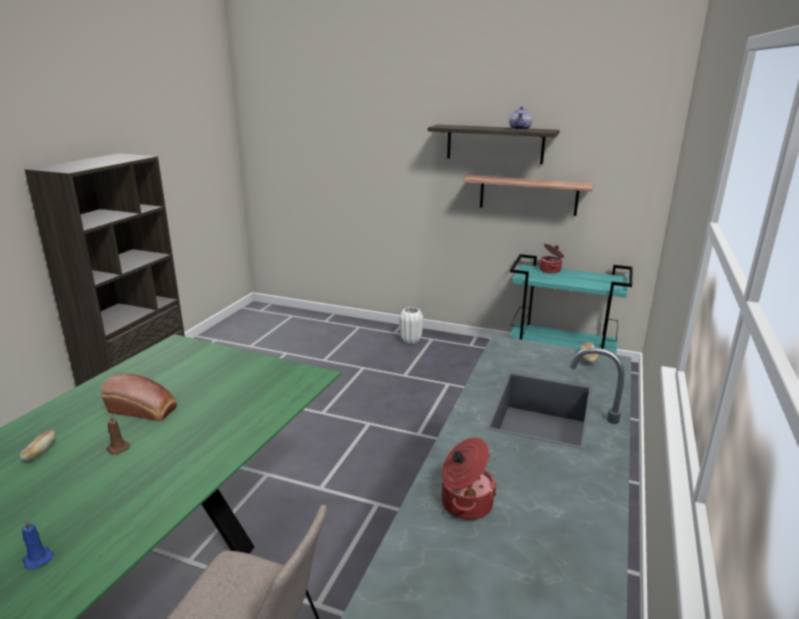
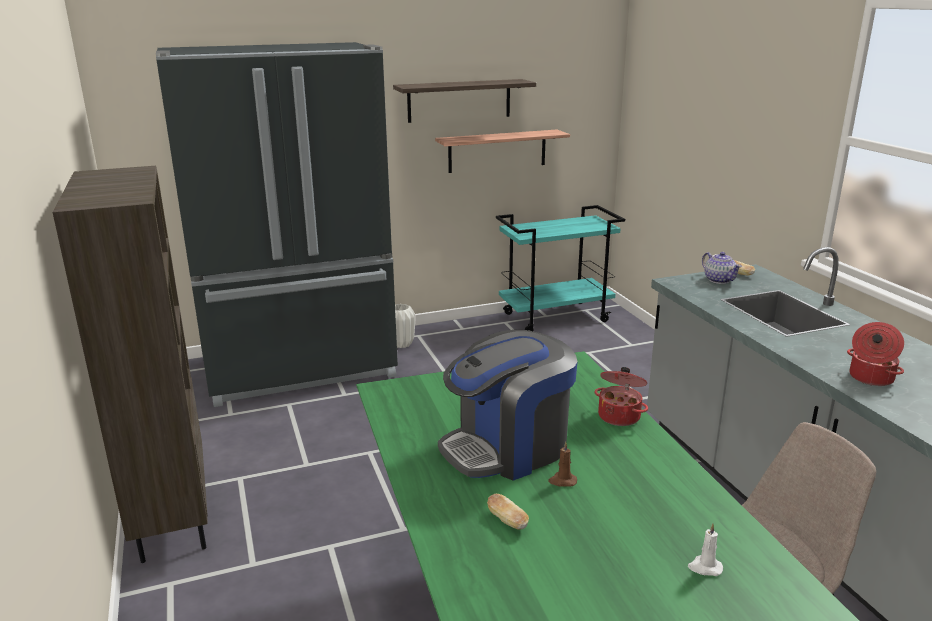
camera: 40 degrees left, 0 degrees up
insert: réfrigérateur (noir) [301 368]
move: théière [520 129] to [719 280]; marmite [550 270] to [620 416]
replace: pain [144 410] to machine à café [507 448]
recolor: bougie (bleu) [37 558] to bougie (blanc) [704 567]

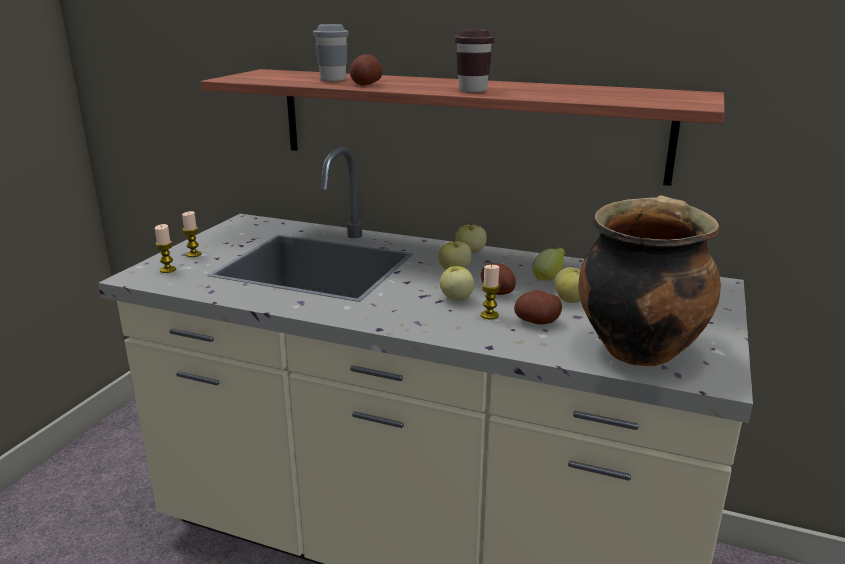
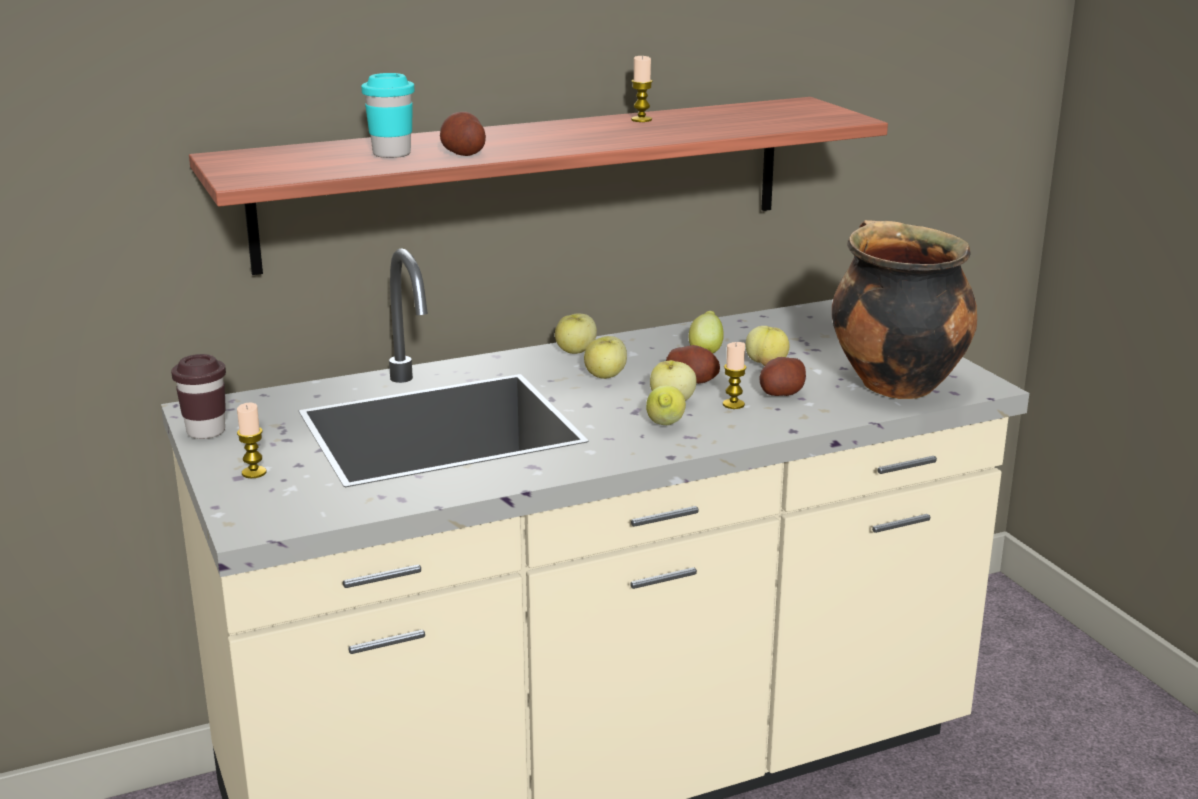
camera: 45 degrees left, 0 degrees up
insert: citron [665 426]
move: tasse (marron) [472 91] to [206 432]; bougie [168 270] to [641 120]
recolor: tasse (gris) [333 80] to tasse (turquoise) [392 154]

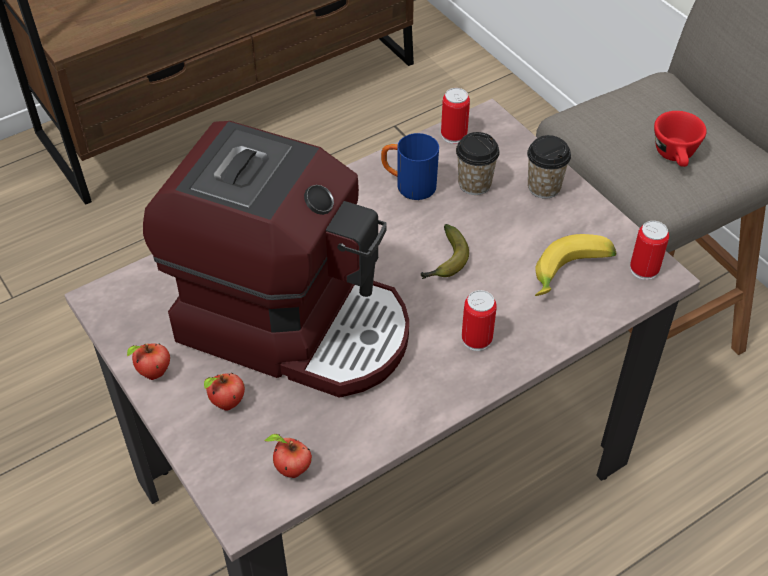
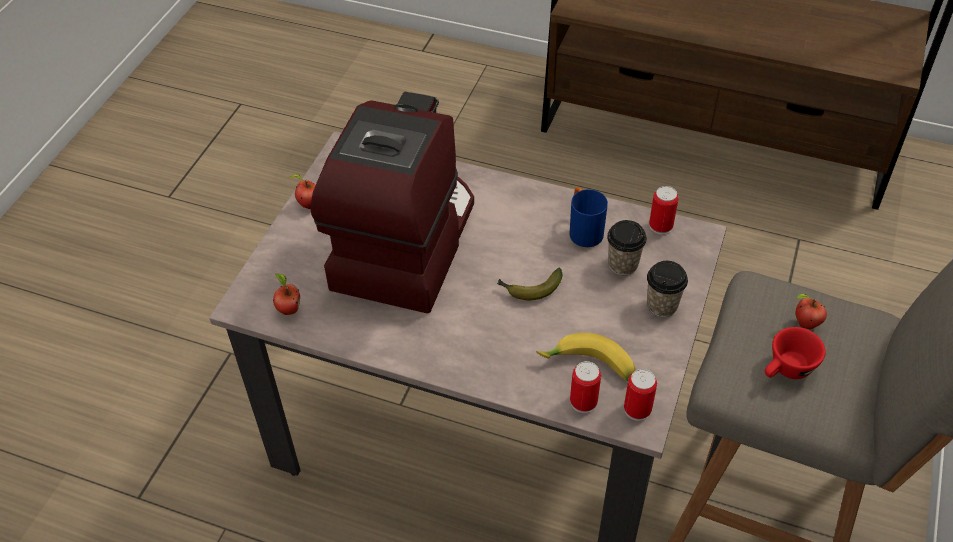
camera: 55 degrees right, 0 degrees up
move: boîte métallique [476 339] to [583 402]; pomme [227 404] to [805 324]
rotate: machine à café [294 323] = [403 244] 150 degrees counterclockwise

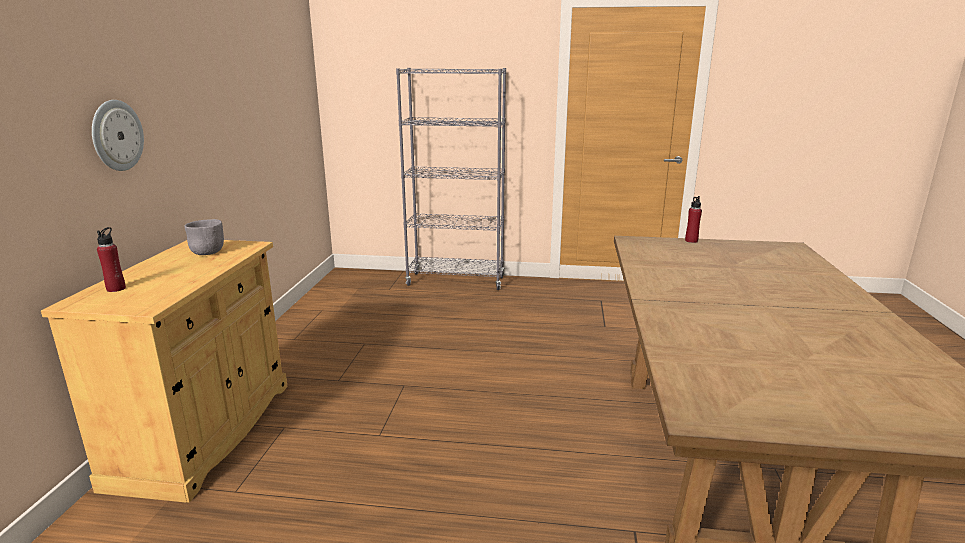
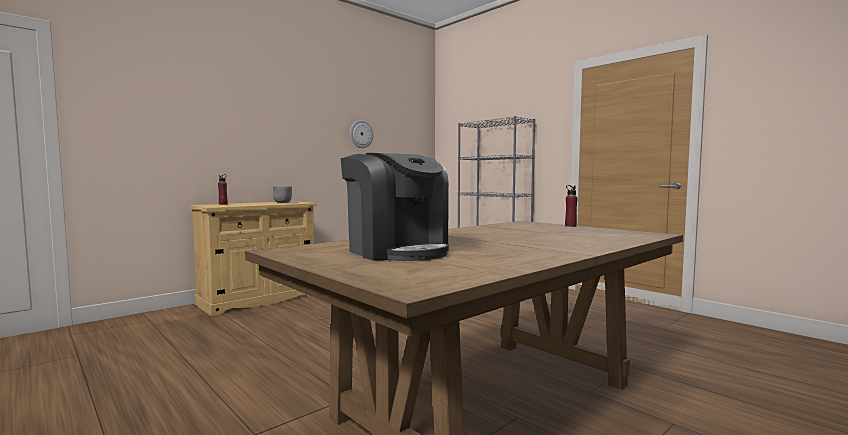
camera: 40 degrees right, 15 degrees down
insert: machine à café [397 251]
move: horloge murale [116 135] to [361 134]

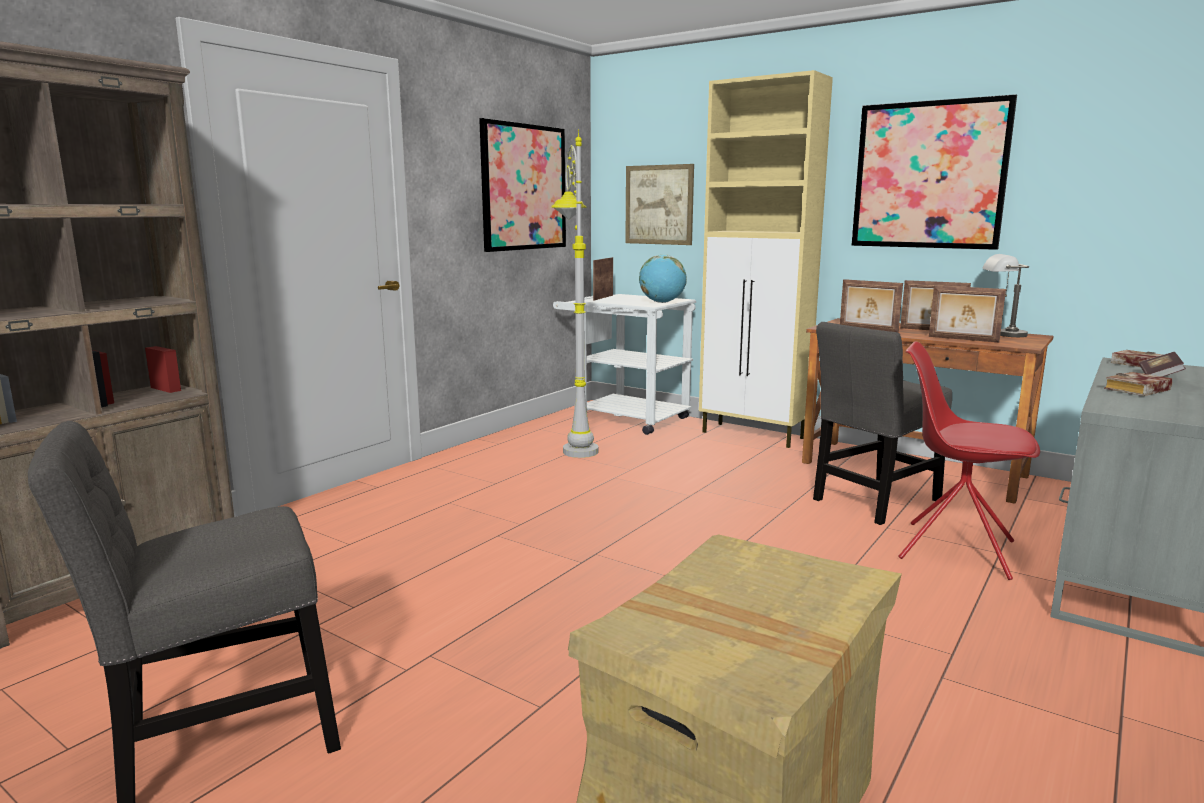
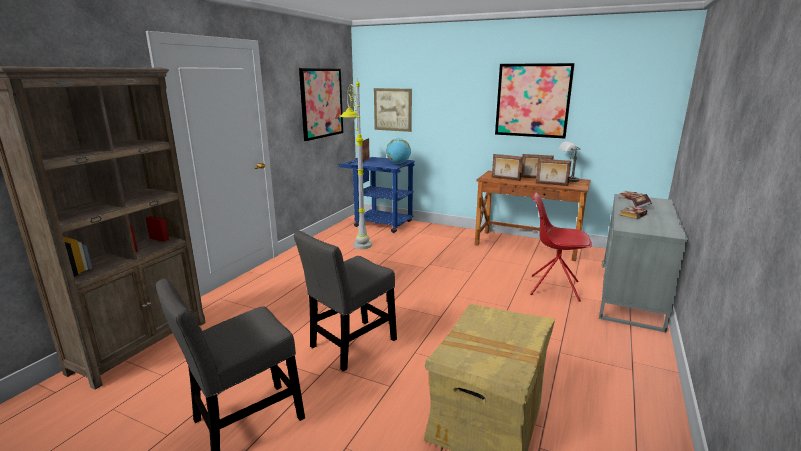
camera: 10 degrees left, 5 degrees up
delete: meuble de rangement (beige) [753 435]
move: chaise (gris) [873 502] to [350 345]
recolor: chariot (blanc) [624 418] to chariot (bleu) [378 223]

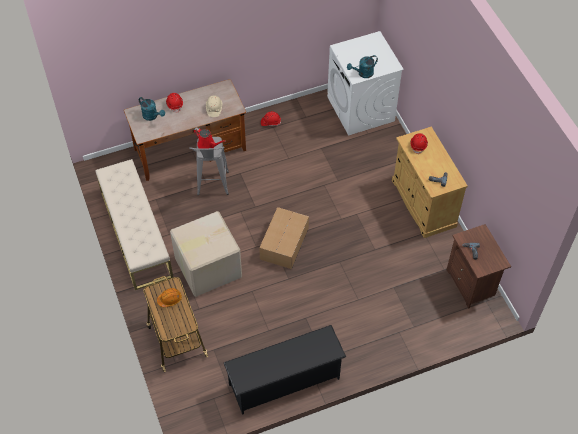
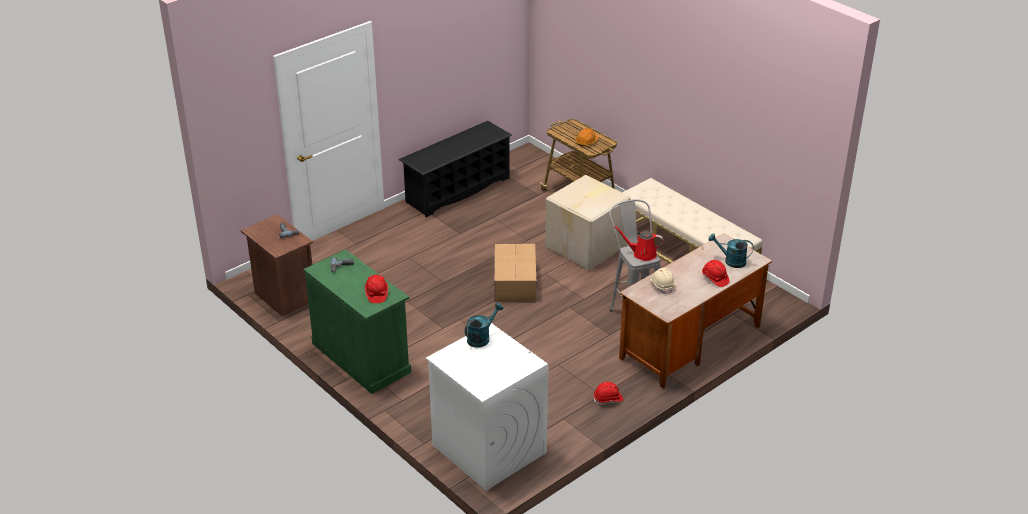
camera: 160 degrees right, 20 degrees down
recolor: meuble de rangement (beige) [423 203] to meuble de rangement (vert) [361 357]

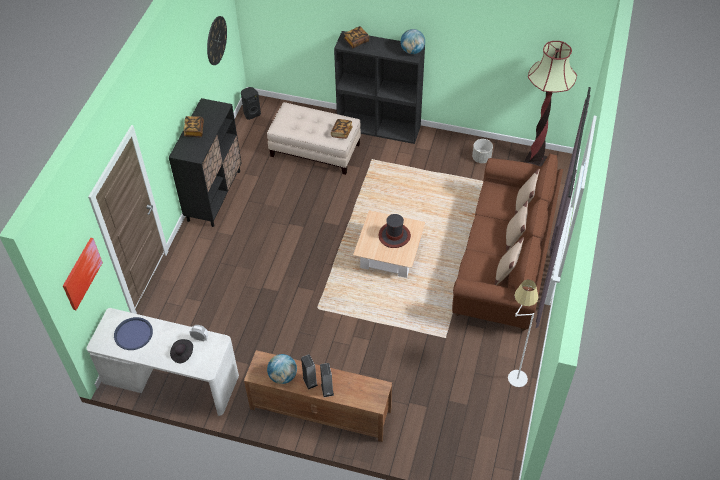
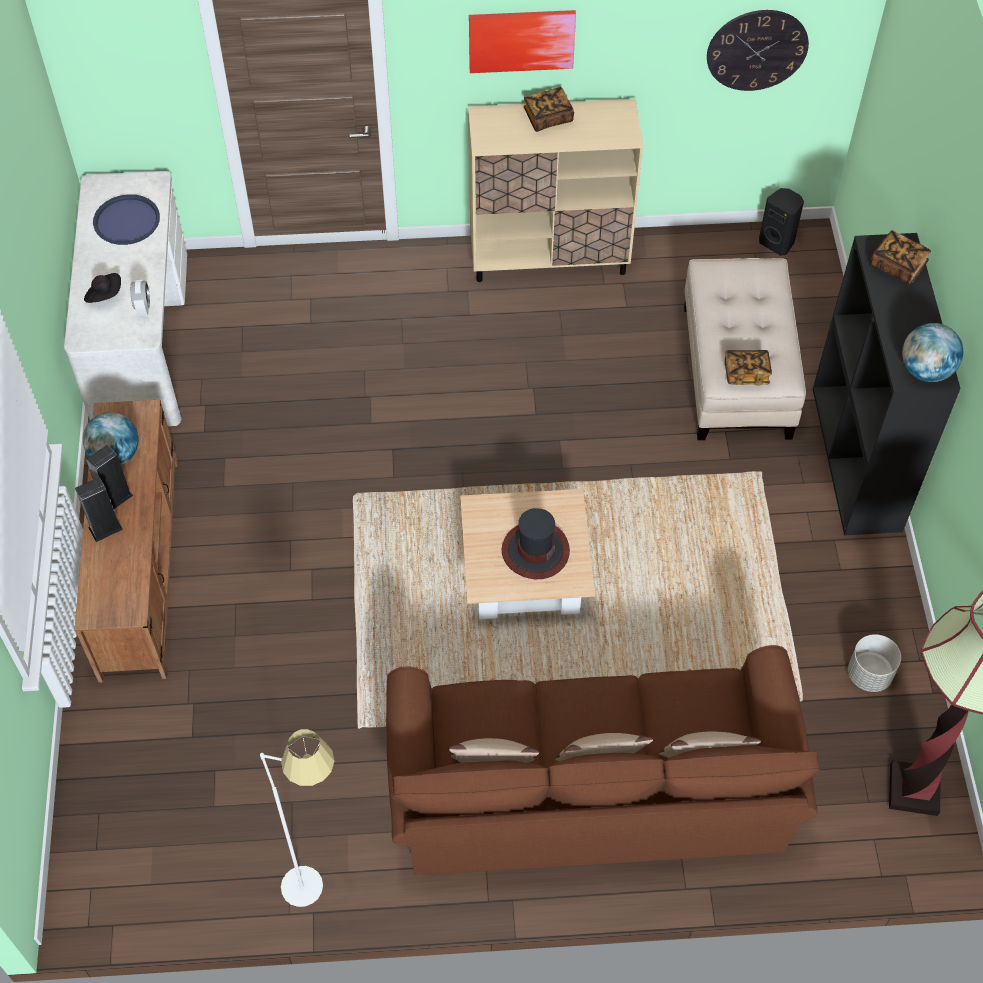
camera: 70 degrees right, 5 degrees up
move: tableau [81 273] to [521 40]
recolor: meuble de rangement (noir) [214 195] to meuble de rangement (beige) [549 257]

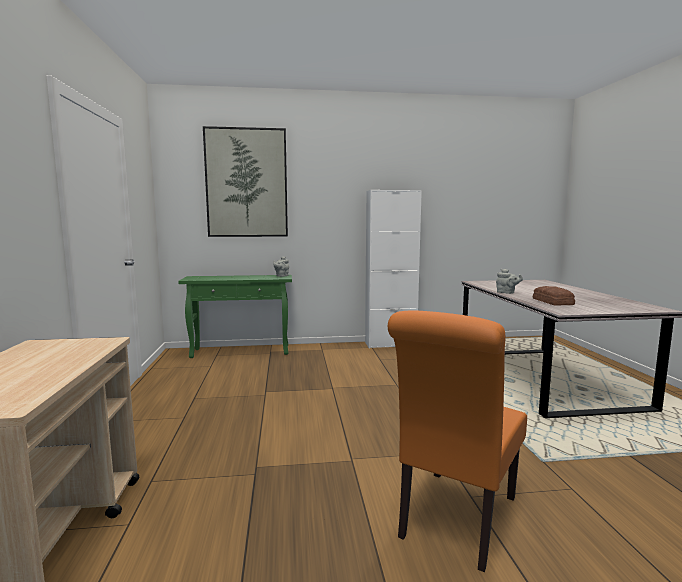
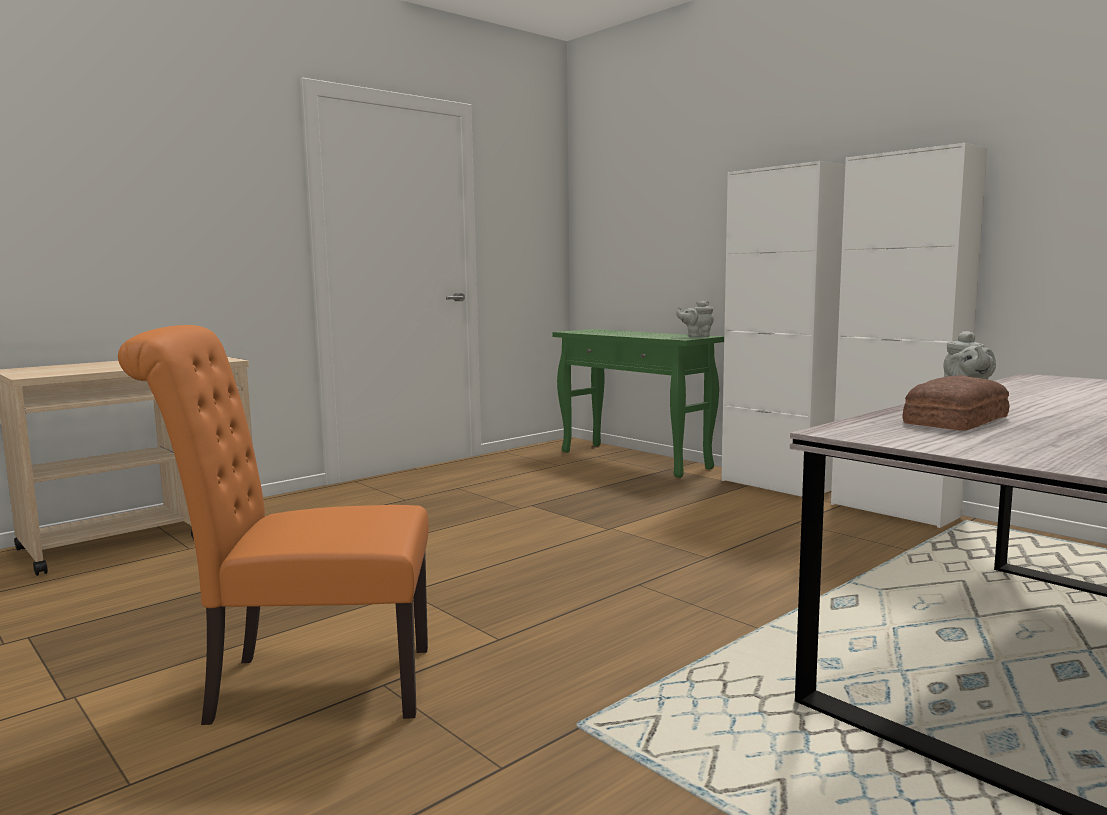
camera: 55 degrees right, 0 degrees up
delete: tableau [246 183]
insert: meuble de rangement (blanc) [774 485]

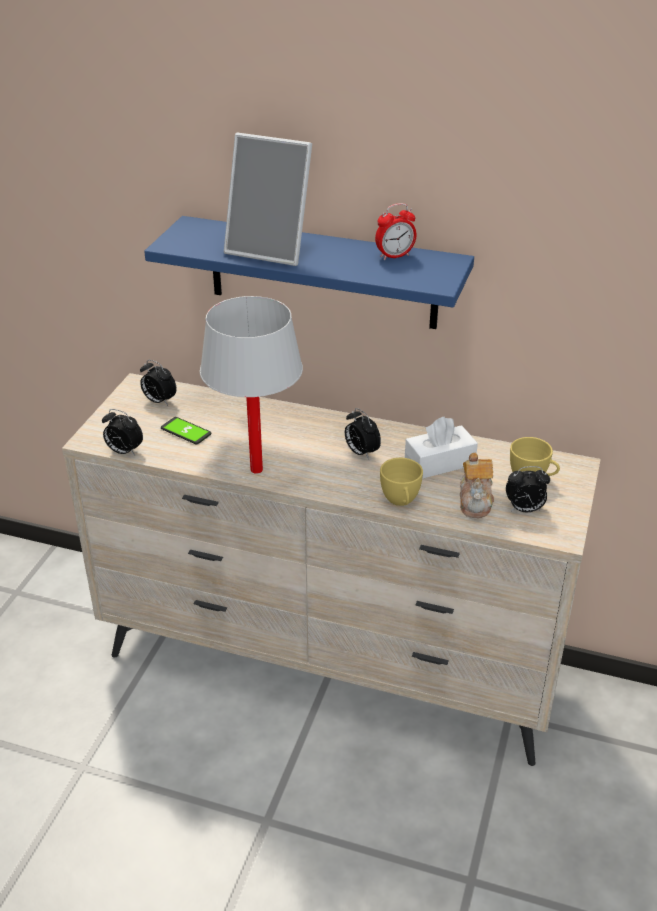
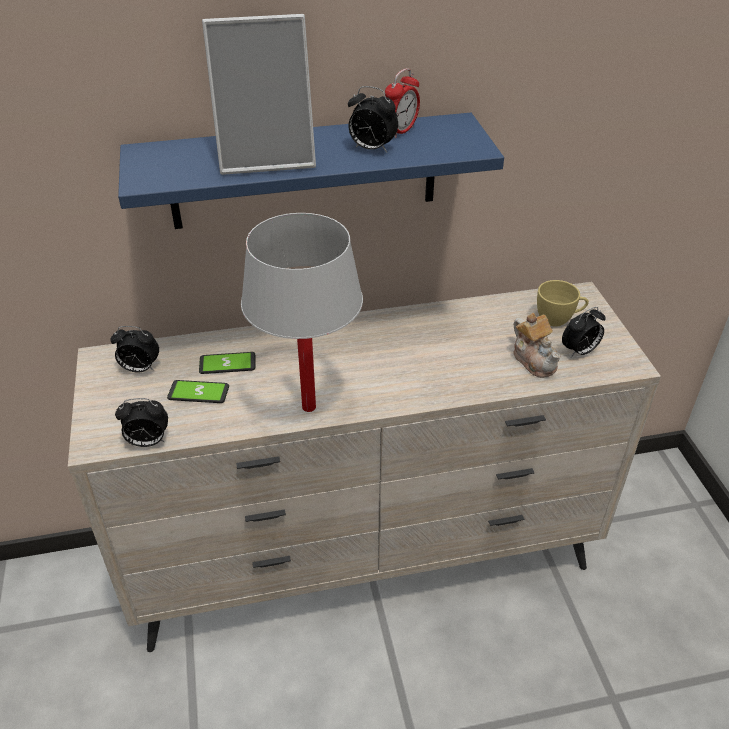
camera: 30 degrees left, 5 degrees up
delete: boîte à mouchoirs (blanc) [439 463]; tasse (jaune) [401 502]
insert: téléphone [227 364]
move: réveil [361 452] to [371 149]

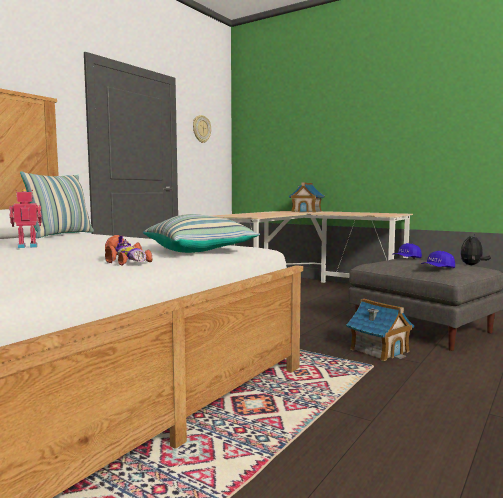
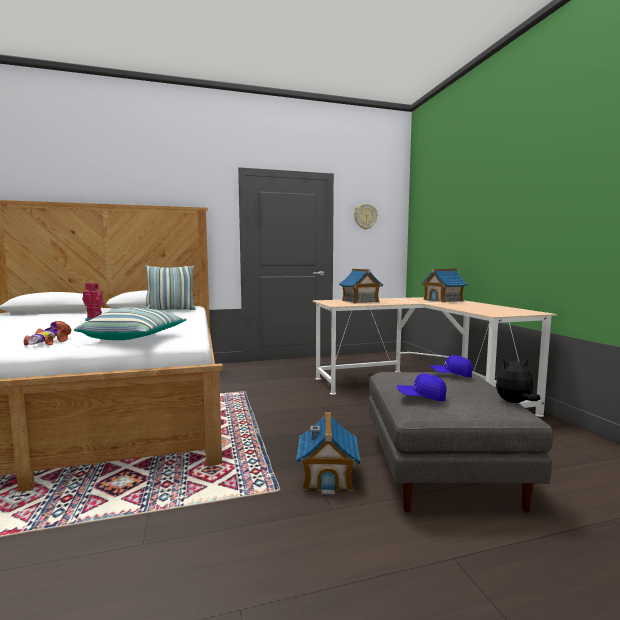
camera: 40 degrees right, 0 degrees up
insert: maison miniature [360 301]

